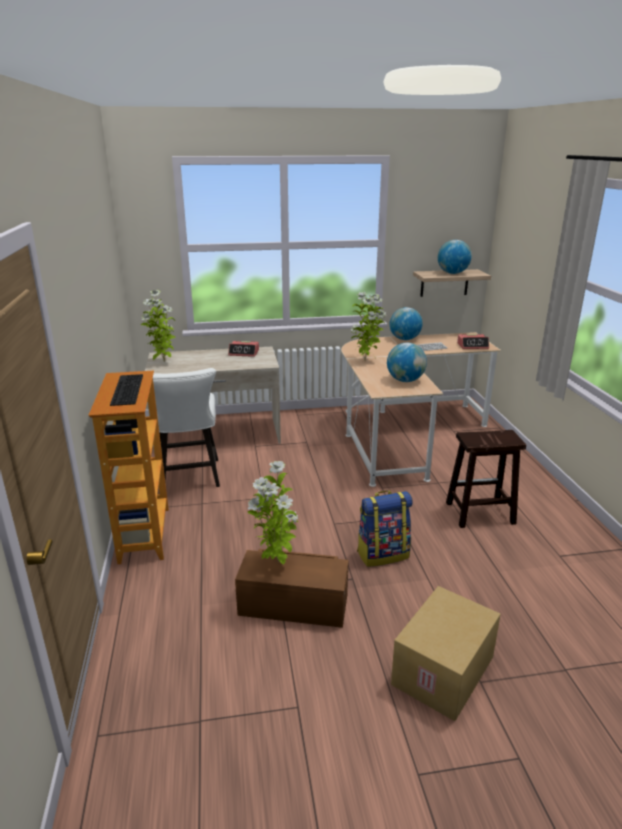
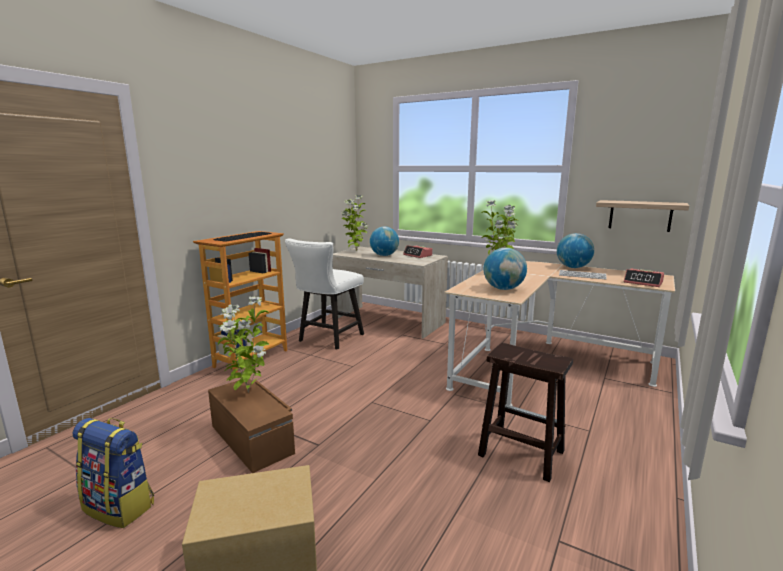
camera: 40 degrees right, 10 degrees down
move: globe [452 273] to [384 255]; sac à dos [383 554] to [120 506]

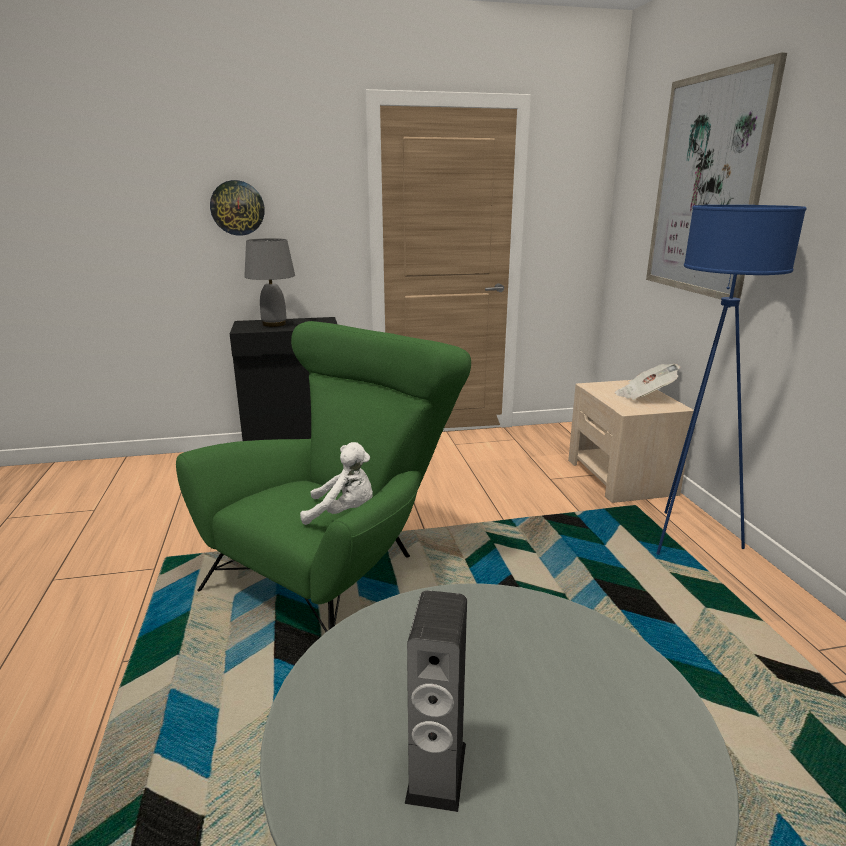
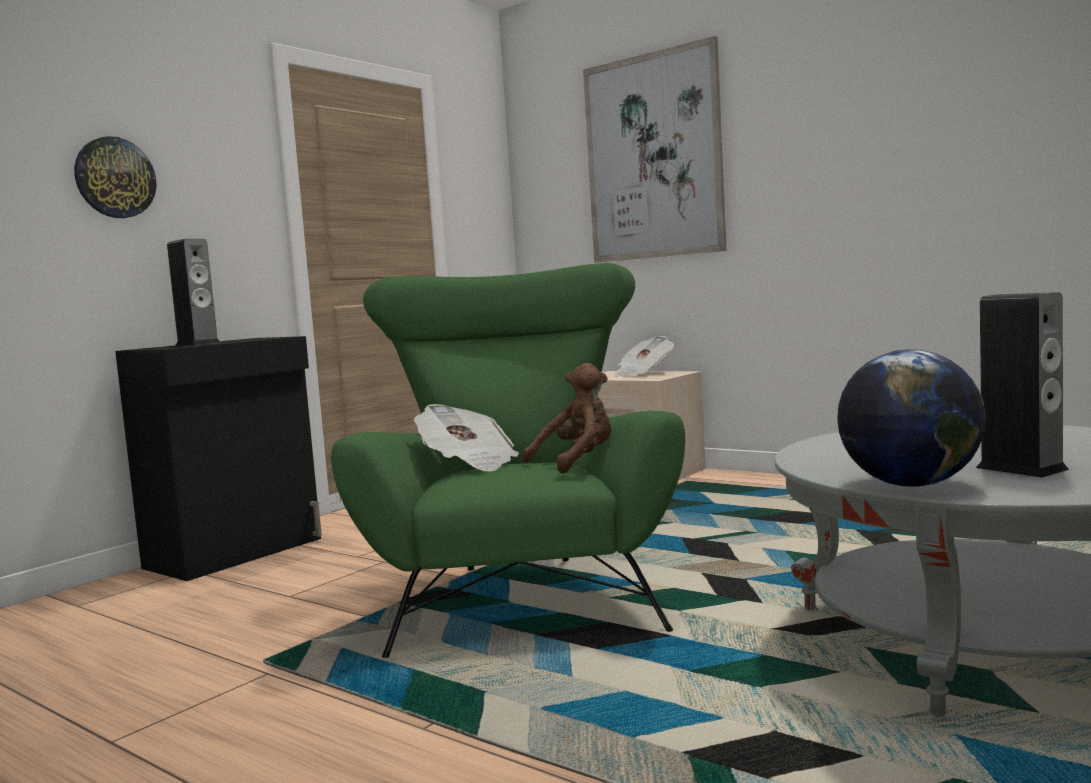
camera: 40 degrees left, 15 degrees down
delete: lampadaire (bleu) [686 538]
insert: globe [909 485]; journal [468 464]
replace: lampe de table (gris) [274 324] to enceinte [197 344]
recolor: peluche (blanc) [343 513] to peluche (marron) [577 462]

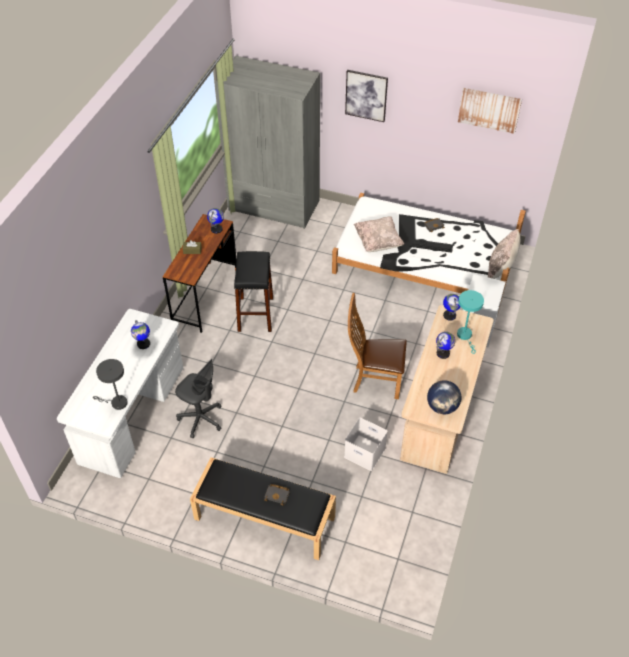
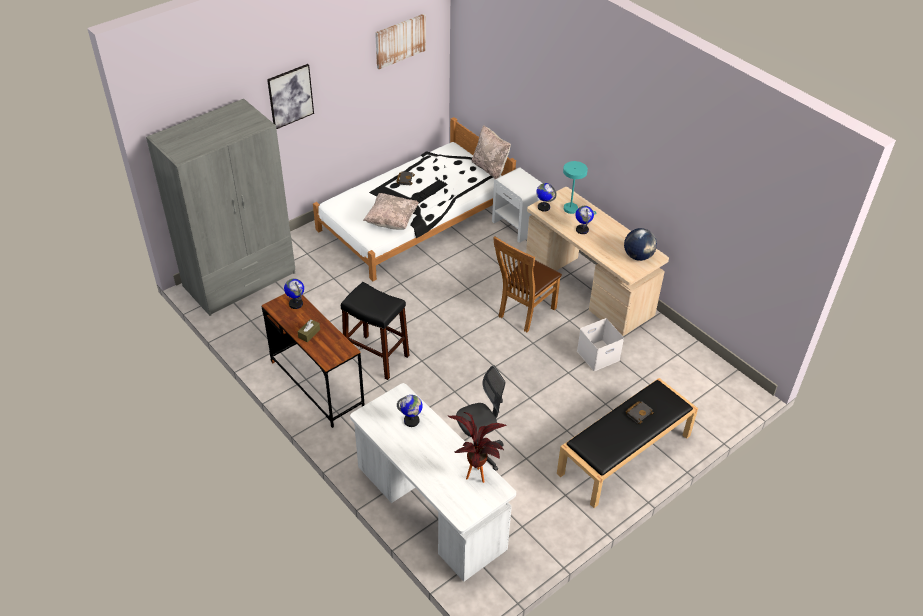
camera: 60 degrees left, 5 degrees down
replace: lampe de table (gris) [116 403] to plante en pot [476 471]

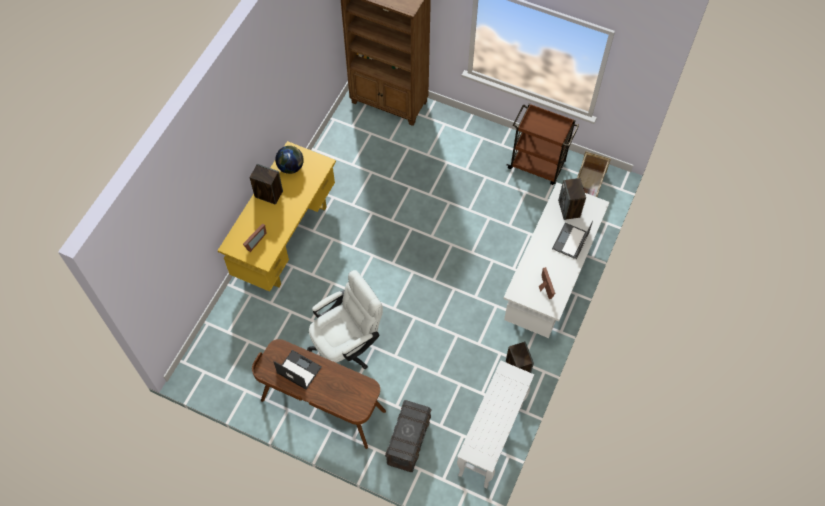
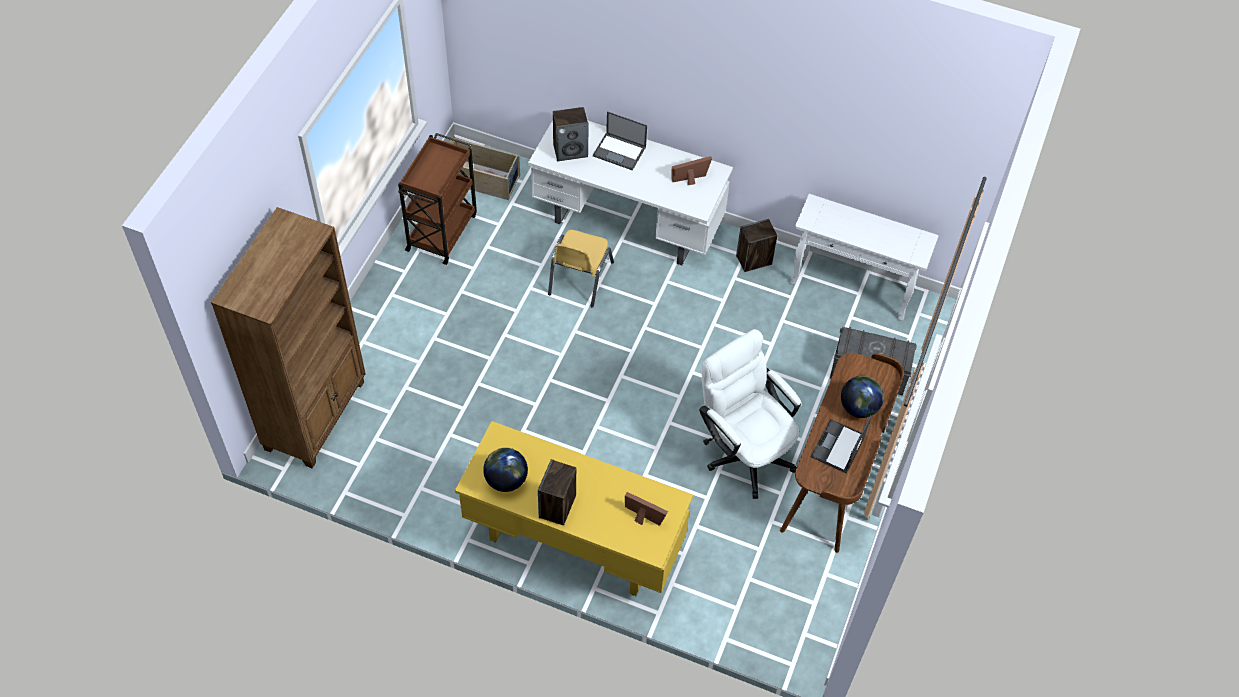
camera: 95 degrees left, 5 degrees down
insert: chaise (jaune) [579 278]; globe [859 407]

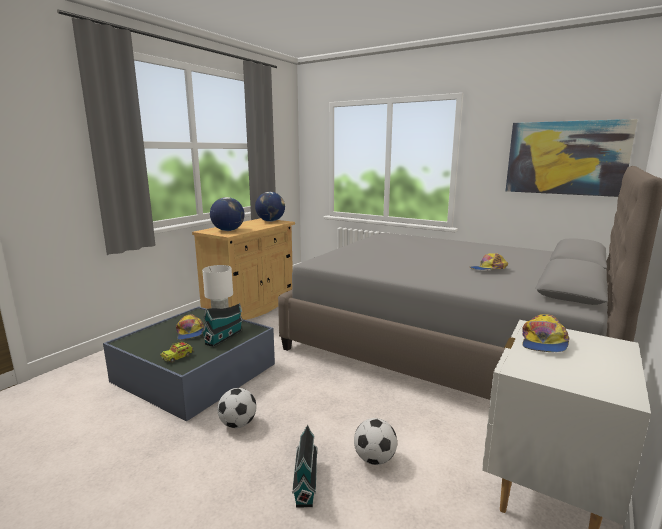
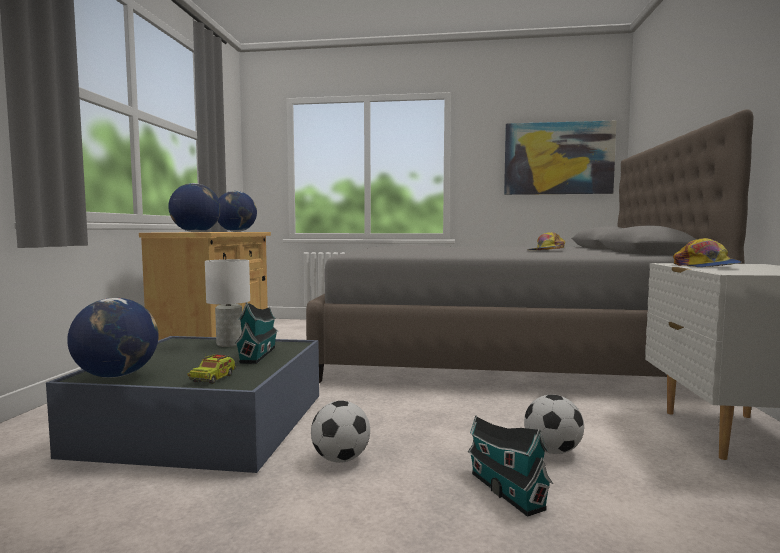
camera: 25 degrees left, 10 degrees down
delete: casquette [190 332]
insert: globe [117 375]

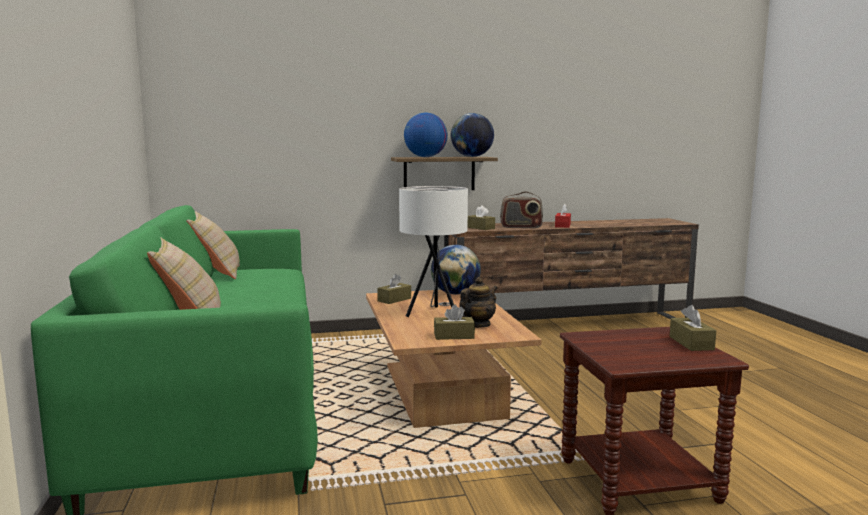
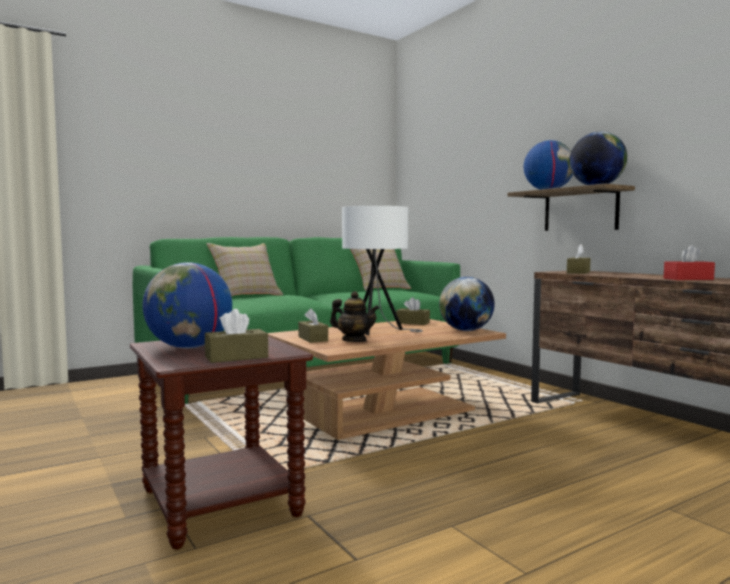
camera: 70 degrees right, 5 degrees down
delete: radio [521 227]
insert: globe [189 347]

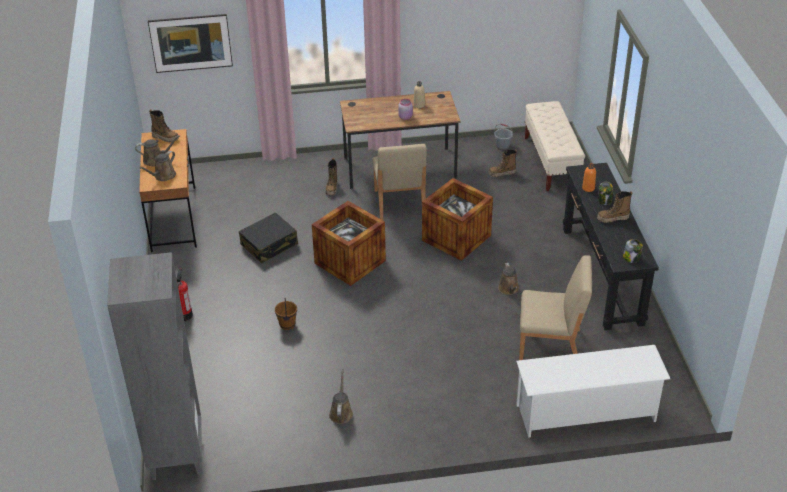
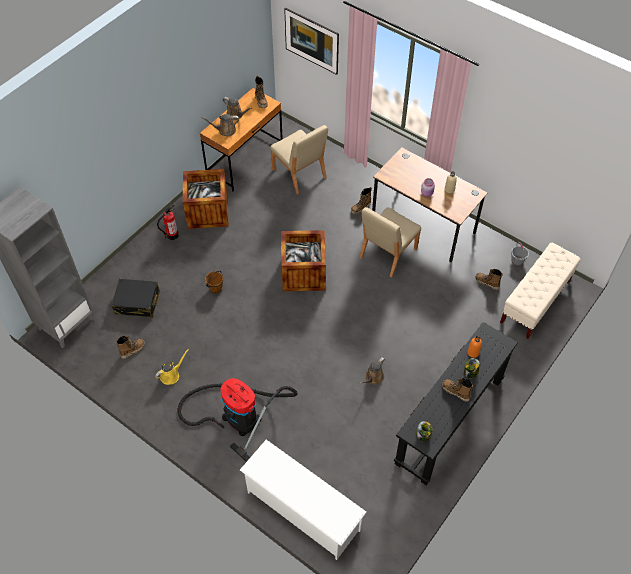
camera: 45 degrees right, 15 degrees up
insert: botte [132 350]; aspirateur [237 416]
move: caisse [456 238] to [208 212]; valise (noir) [269 245] to [137 302]; chaise (beige) [551 345] to [299 174]
recolor: arrosoir (marron) [341 412] to arrosoir (jaune) [171 375]

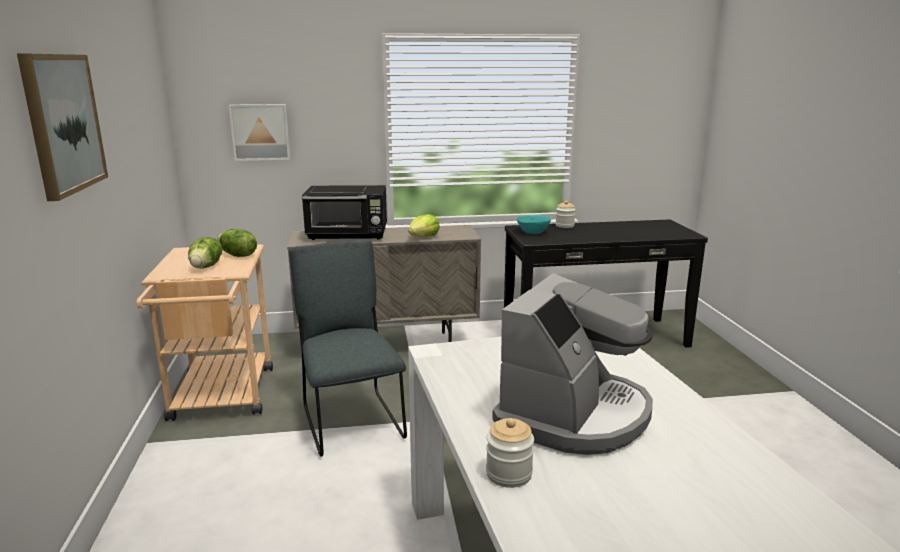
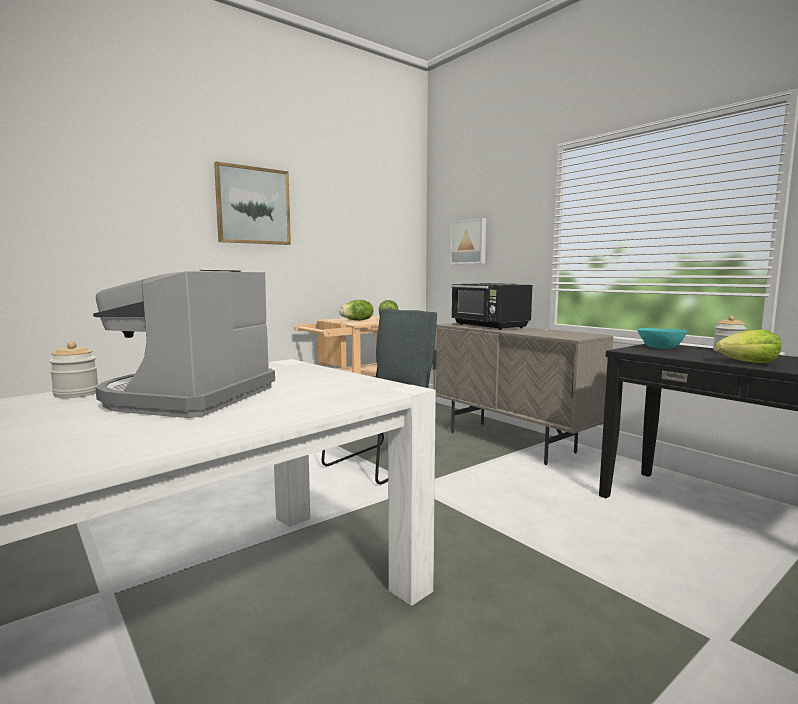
camera: 60 degrees right, 10 degrees down
move: laitue [424 237] to [748 363]
rotate: machine à café [574 414] = [188 398] 105 degrees clockwise

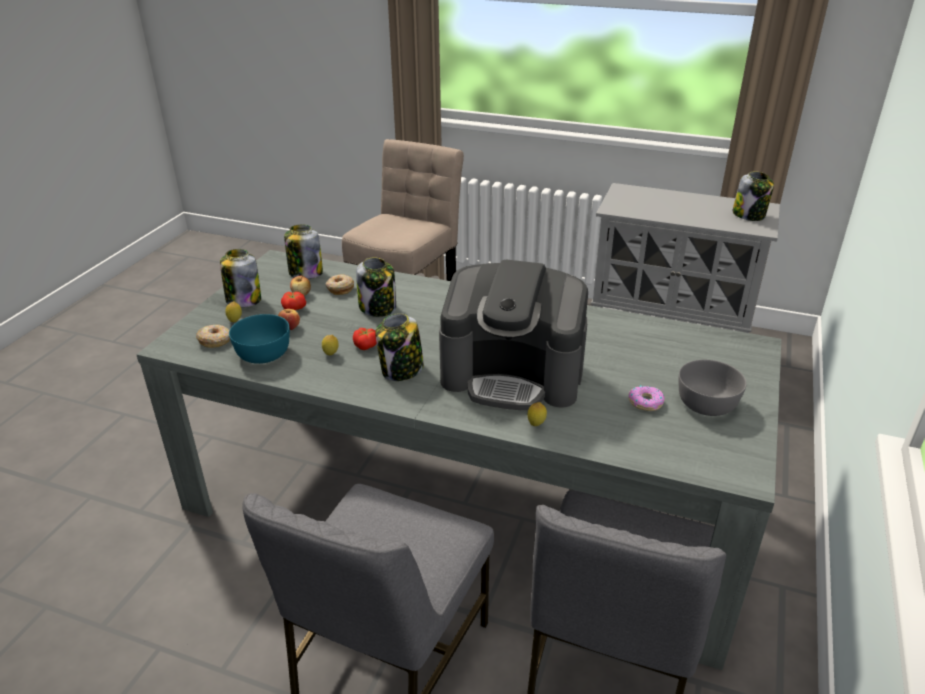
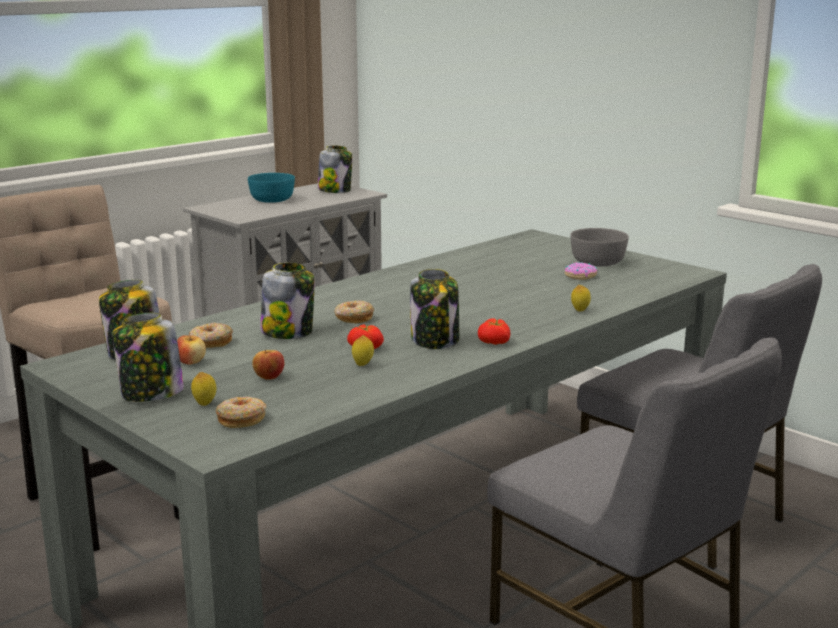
camera: 65 degrees left, 15 degrees down
delete: machine à café [513 374]
insert: beignet [353 318]
move: tomate [293 309] to [495 343]; bol (turquoise) [263 353] to [271 200]

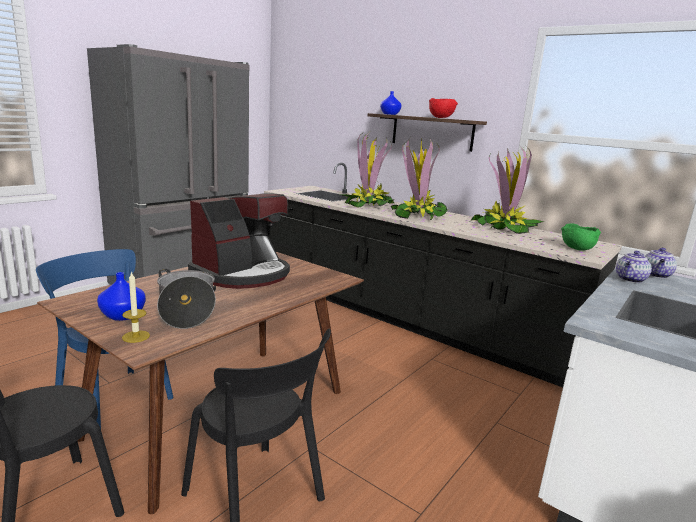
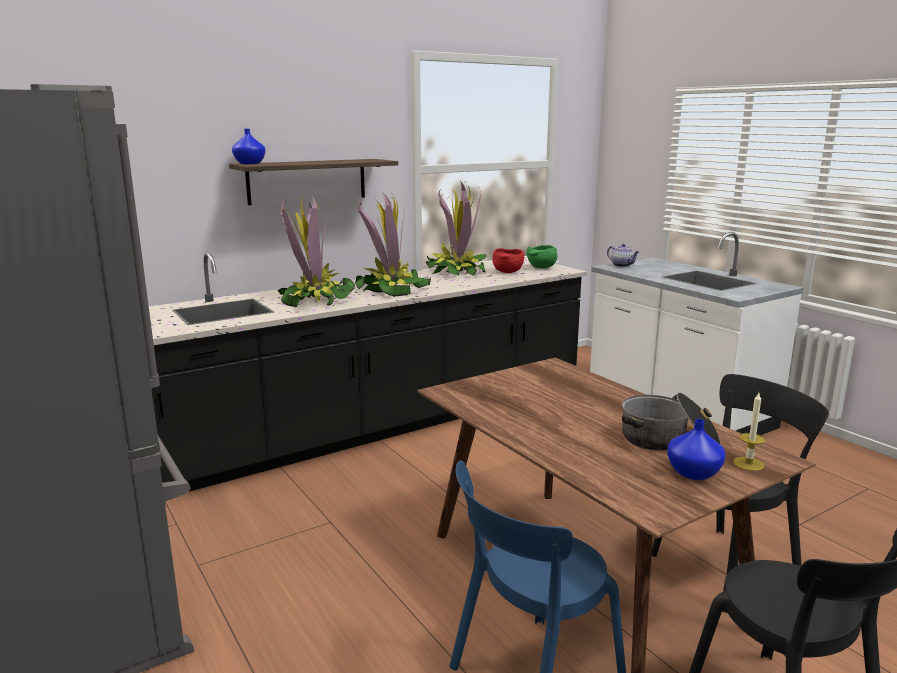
camera: 70 degrees left, 0 degrees up
delete: machine à café [243 274]; théière [630 279]
move: bol (rouge) [441 118] to [508 272]

